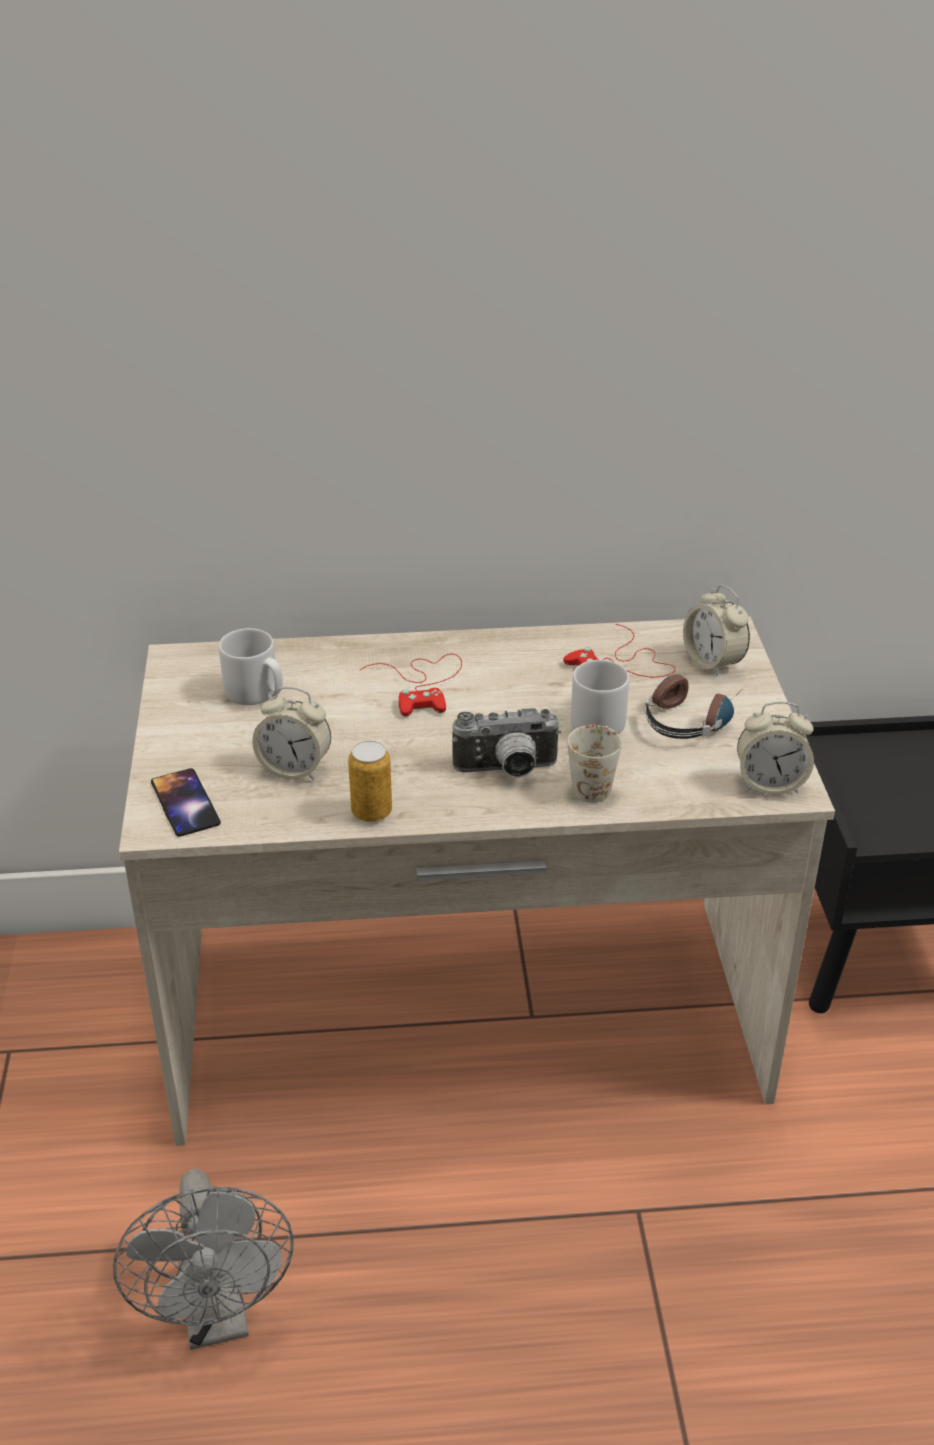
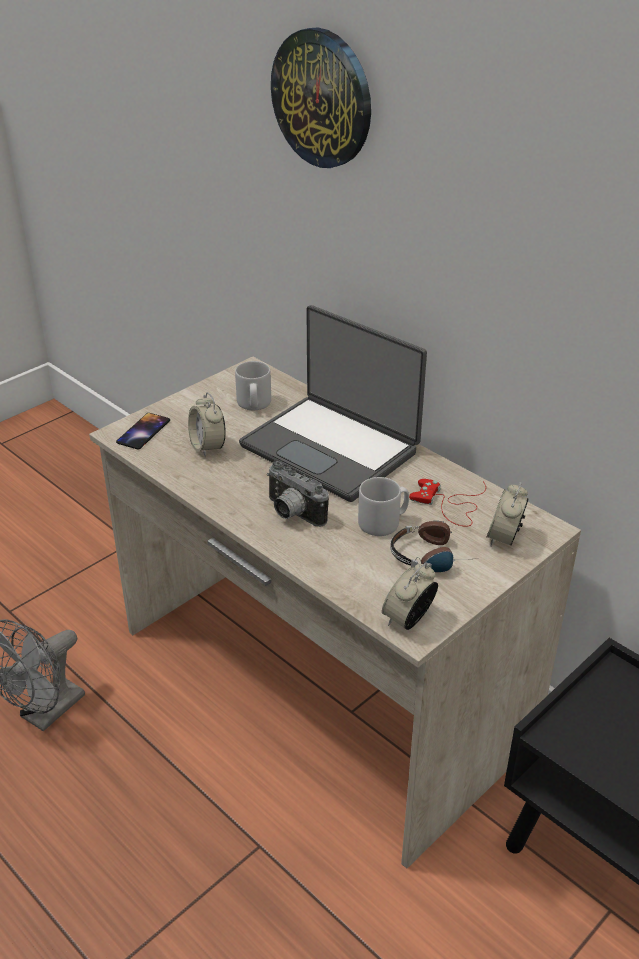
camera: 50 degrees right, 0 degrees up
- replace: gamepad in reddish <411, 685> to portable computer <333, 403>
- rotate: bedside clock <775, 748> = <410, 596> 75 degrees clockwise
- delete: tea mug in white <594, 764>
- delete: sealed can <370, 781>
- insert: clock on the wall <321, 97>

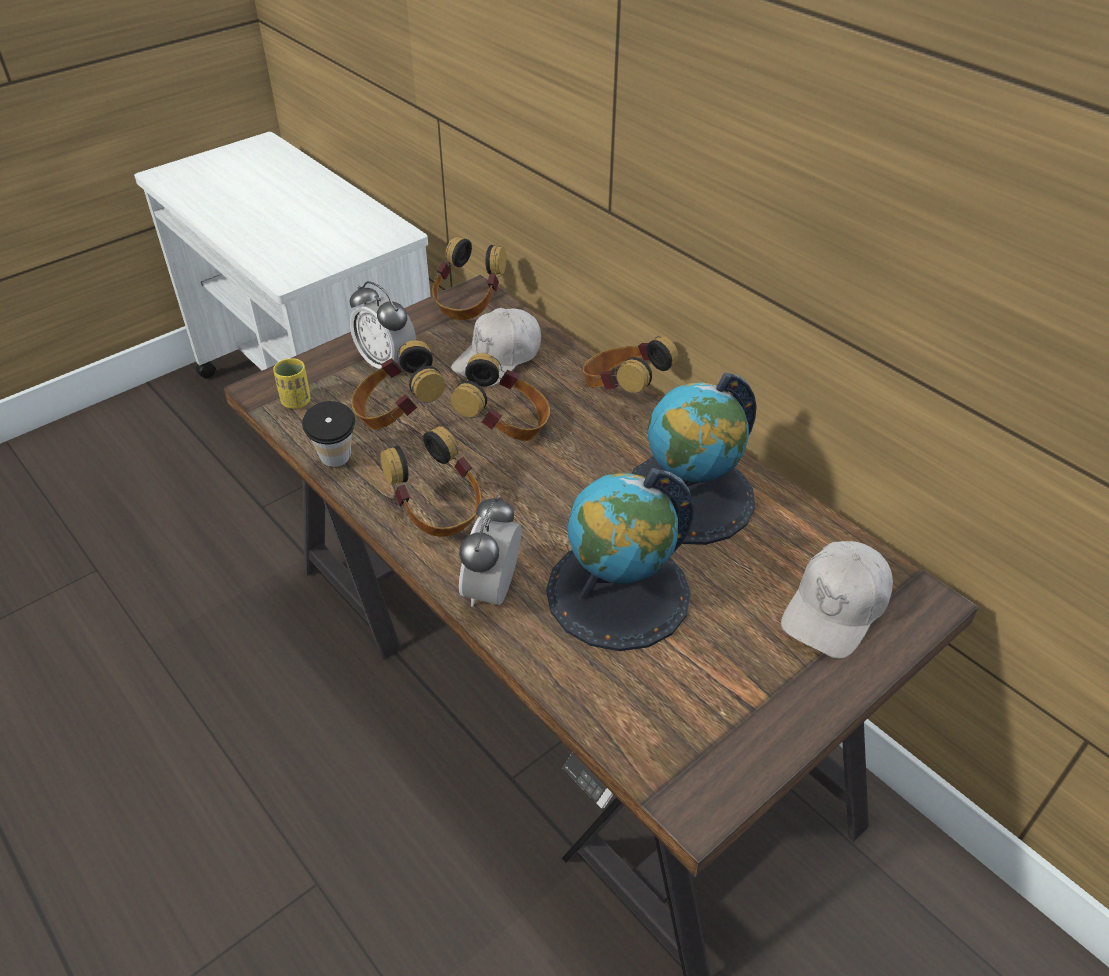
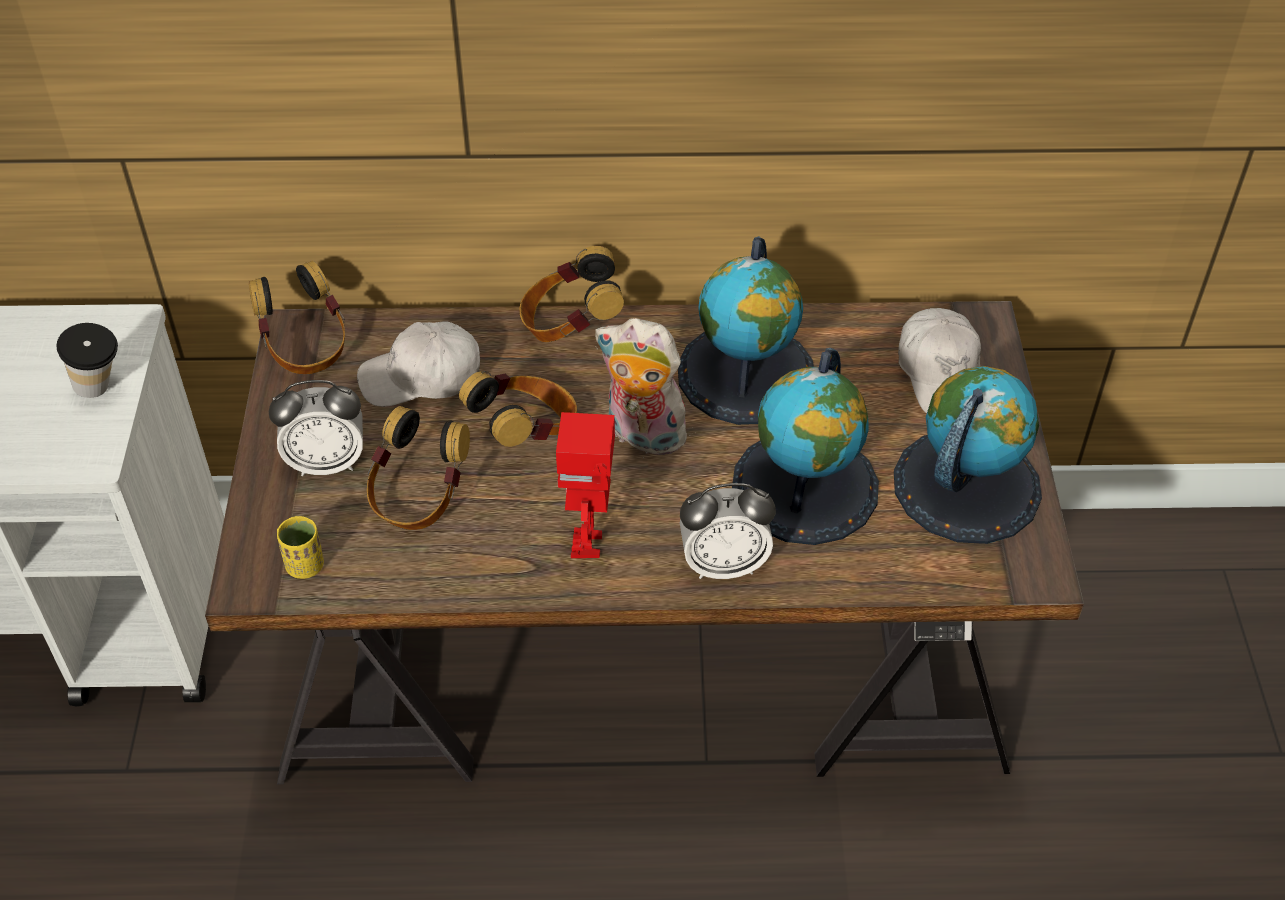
camera: 50 degrees left, 5 degrees up
- rotate: peaked cap in white <496, 347> = <418, 364> 90 degrees clockwise
- move: cup <328, 434> to <87, 360>
- replace: headphones <431, 481> to toy robot <585, 485>
- rotate: bedside clock <490, 551> = <728, 531> 60 degrees counterclockwise
- insert: cuddly toy <644, 386>
- insert: globe <968, 455>

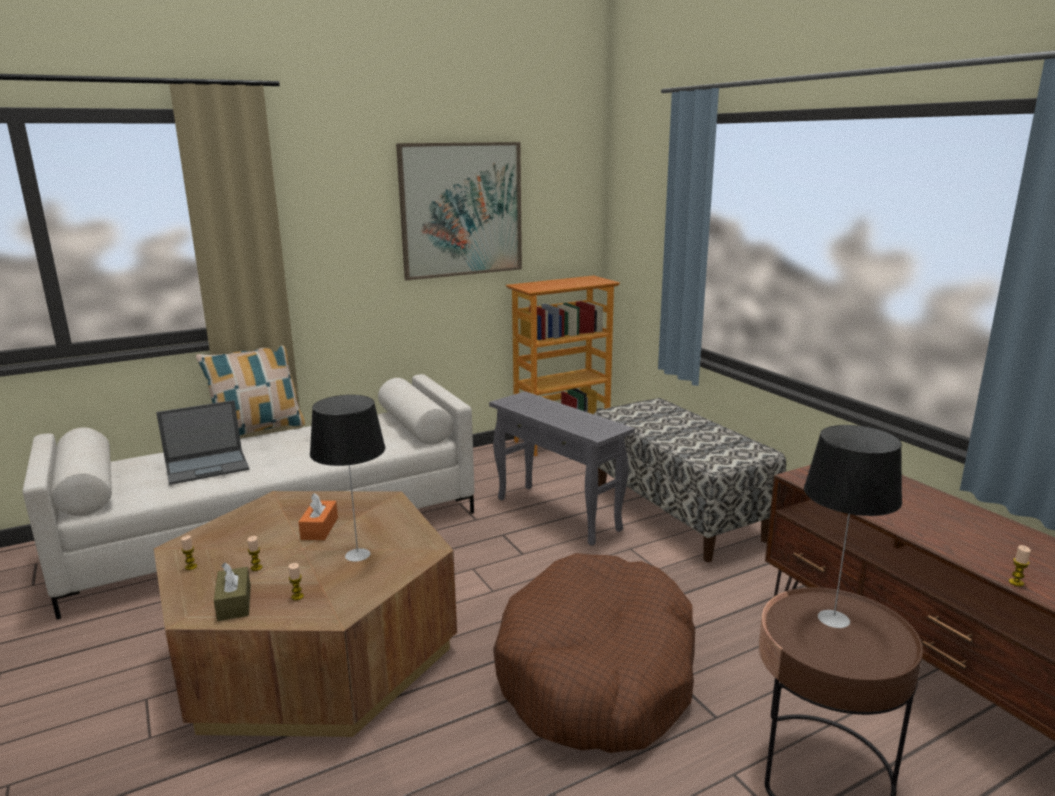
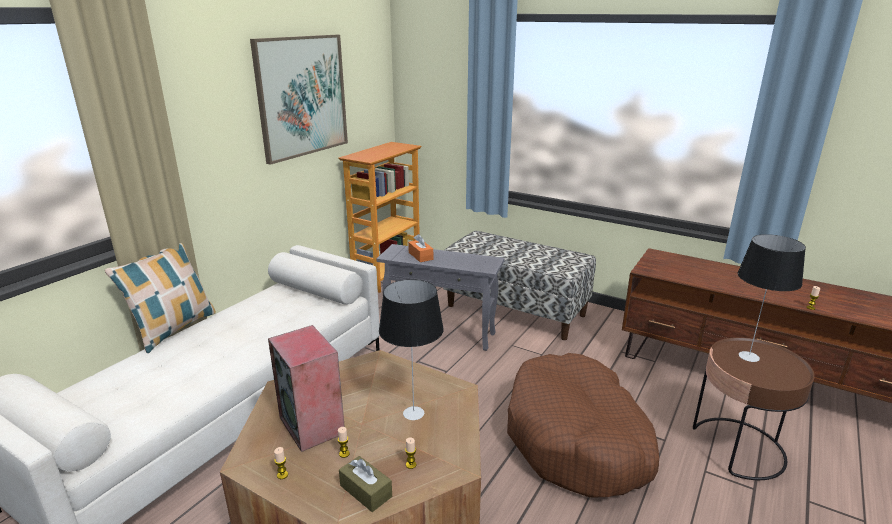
camera: 30 degrees left, 5 degrees up
- delete: portable computer <202, 442>
- move: tissue box in orange-coloured <318, 516> to <420, 248>
- insert: loudspeaker <306, 388>

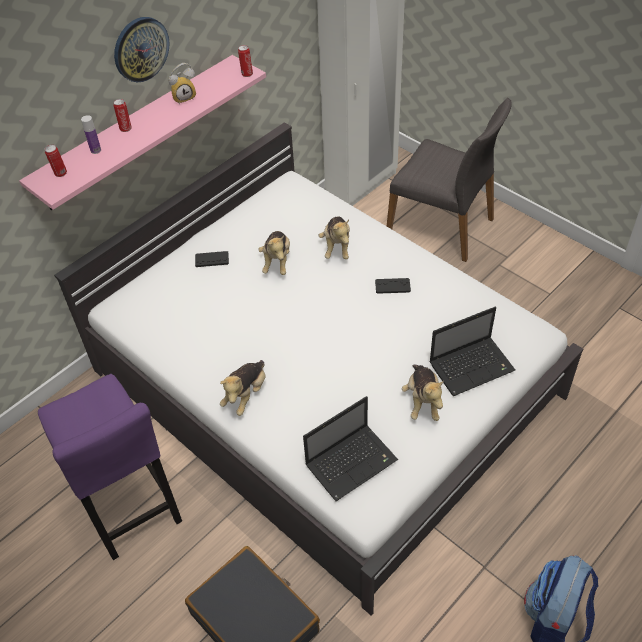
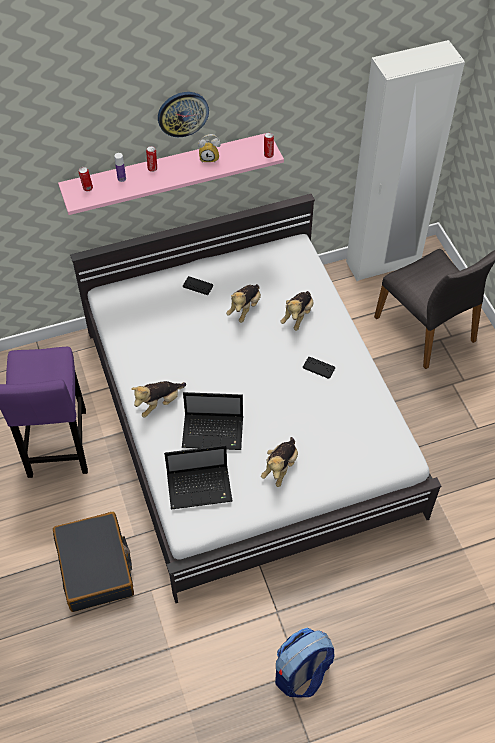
camera: 25 degrees right, 5 degrees up
- move: portable computer <472, 351> to <212, 421>

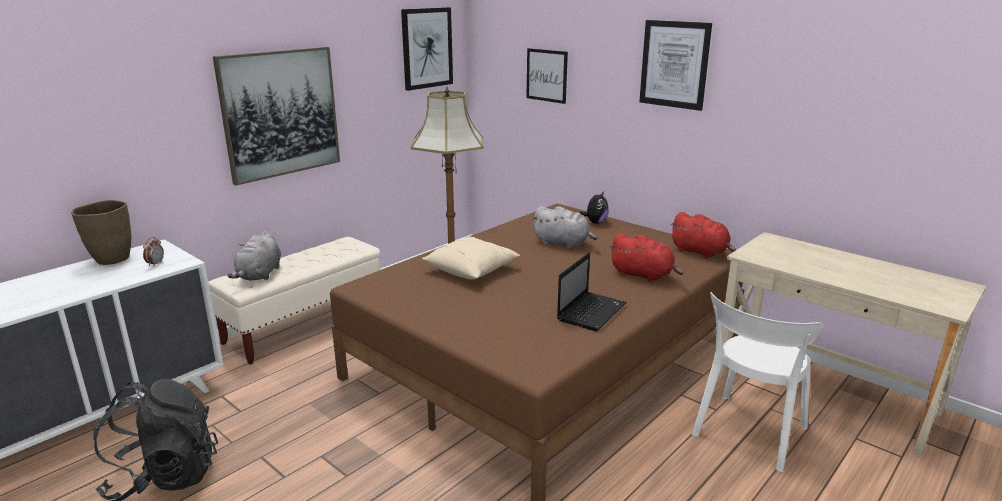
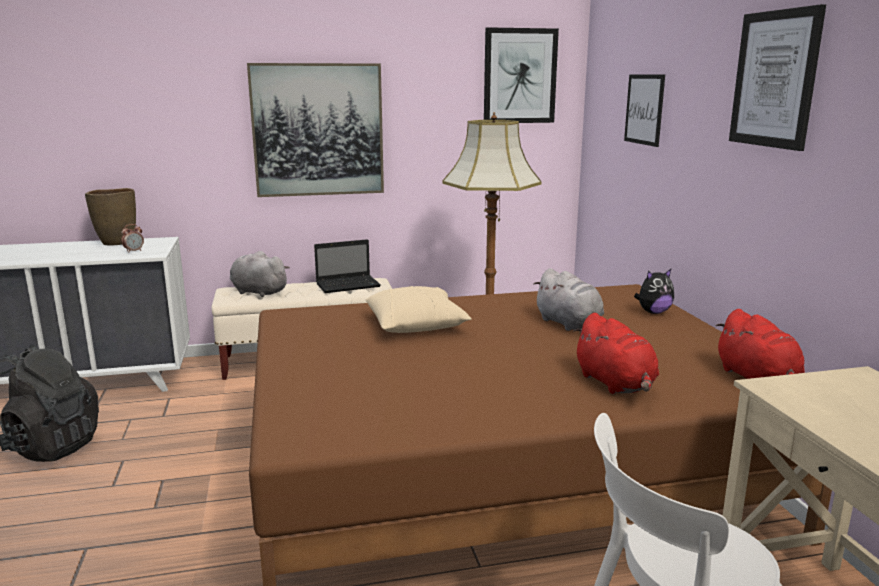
camera: 35 degrees right, 5 degrees down
- rotate: cuddly toy in greyish <254, 255> = <260, 274> 75 degrees clockwise
- move: portable computer <592, 292> to <347, 266>

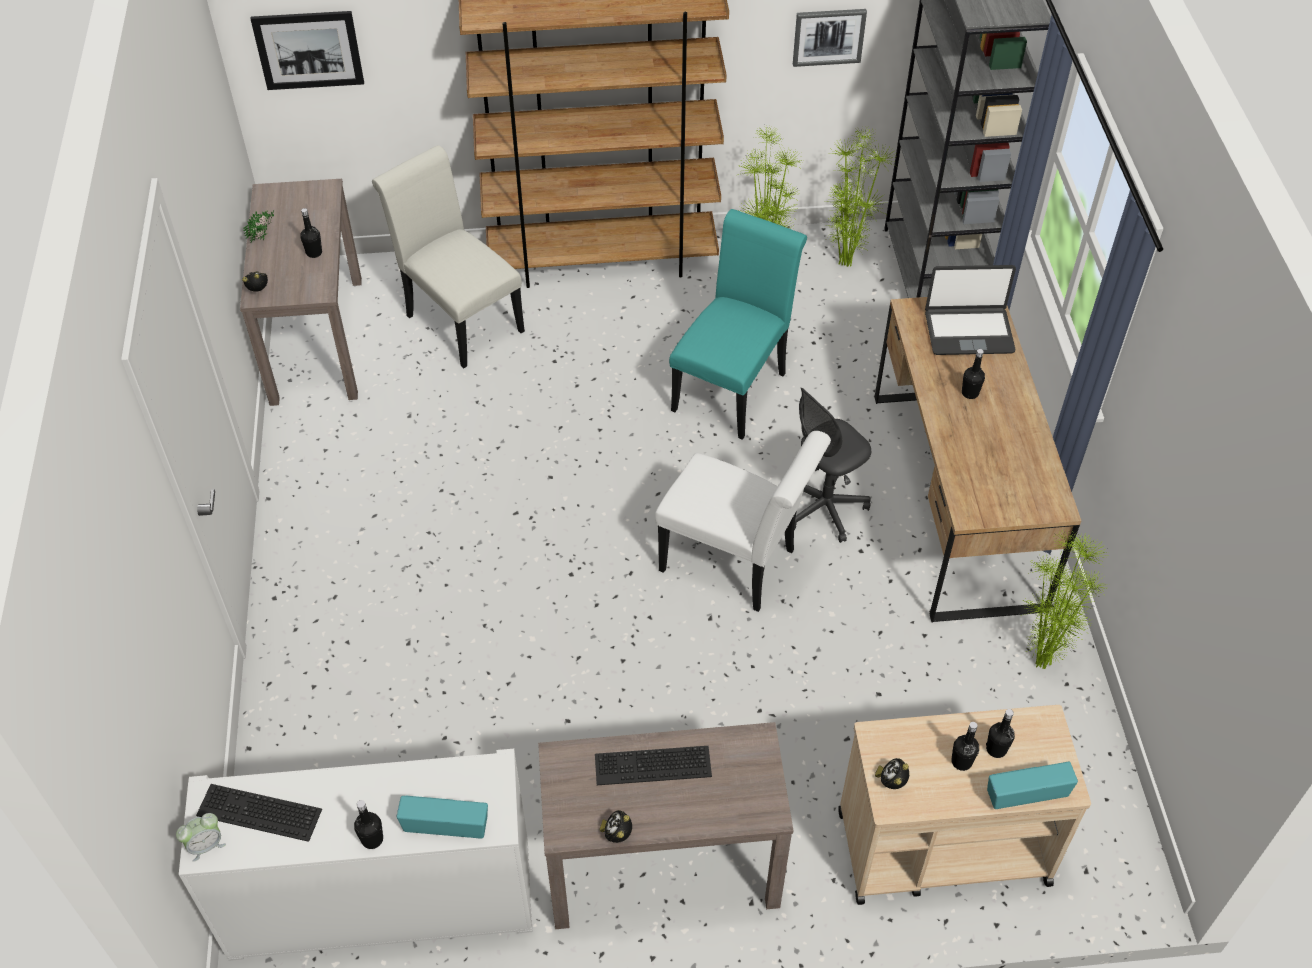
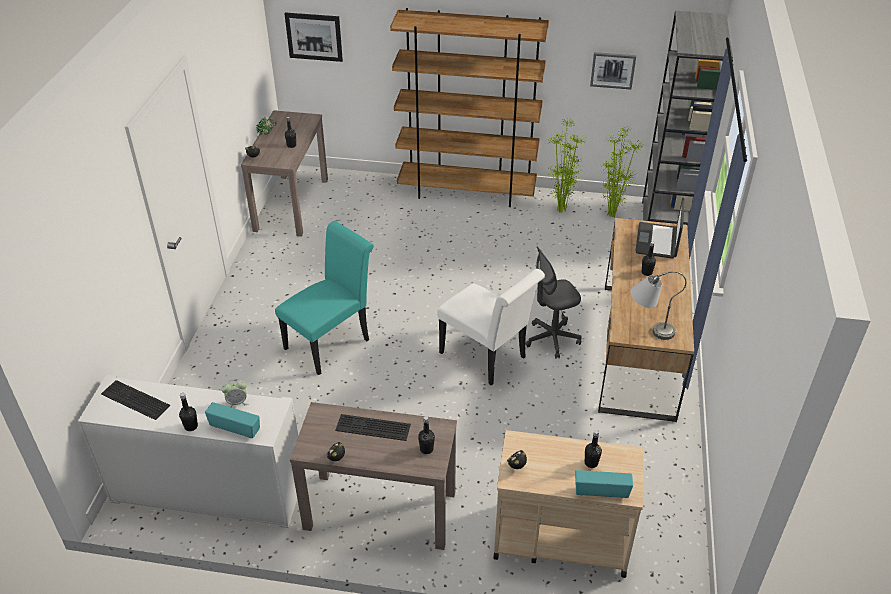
camera: 15 degrees right, 10 degrees down
- delete: upright chair in white <448, 256>
- move: upright chair in turquoise <738, 324> to <324, 298>
- rotate: portable computer <970, 310> = <660, 228> 90 degrees clockwise
- delete: potted plant <1065, 599>
- move: bottle in black-coloured <965, 746> to <426, 435>
- move: bedside clock <201, 837> to <234, 394>
- insert: lamp for a table in greyish <658, 305>

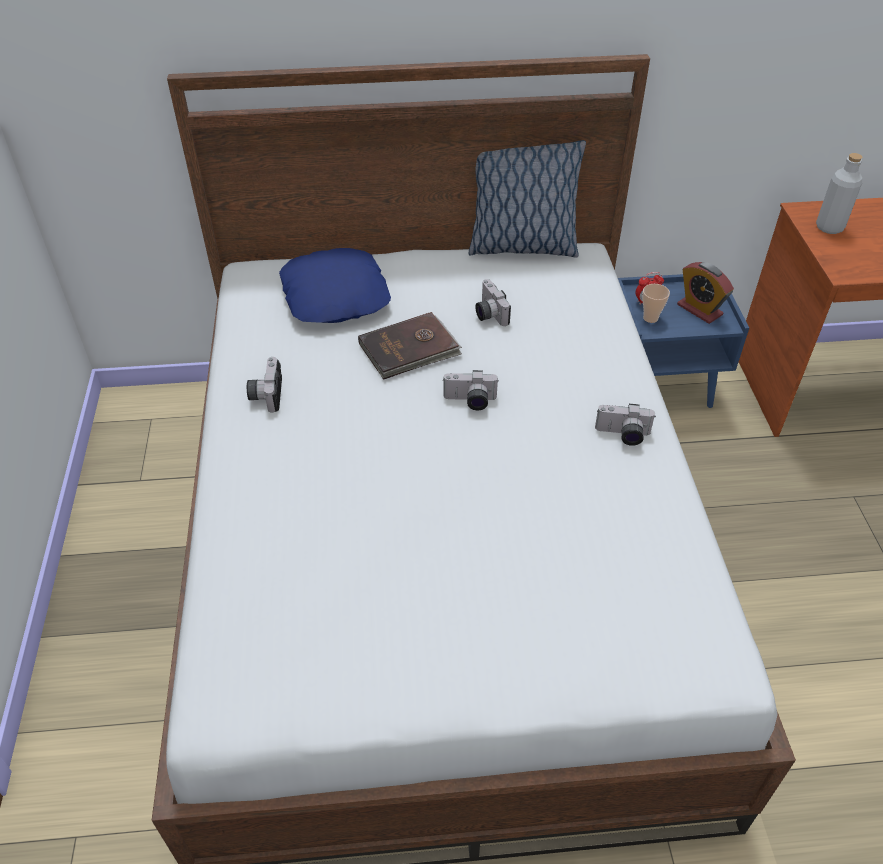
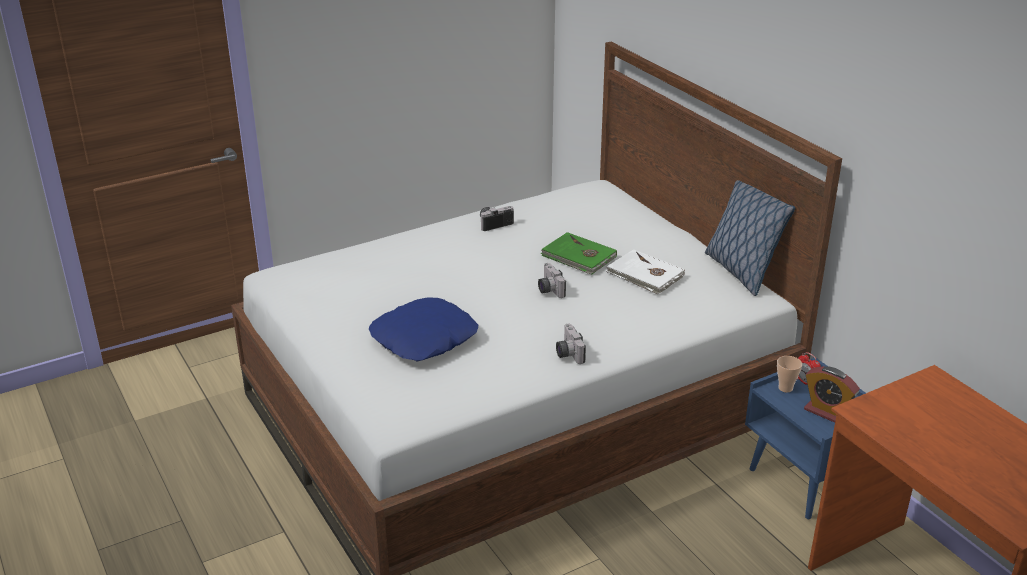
camera: 65 degrees right, 15 degrees down
- delete: bottle in greyish <839, 193>
- move: pillow in blue <335, 285> to <423, 330>
- rotate: bedside clock <705, 293> = <832, 394> 75 degrees counterclockwise
- replace: still camera <493, 302> to volume in white <645, 271>
- recolor: volume in brown <410, 345> to volume in greenish <578, 253>

